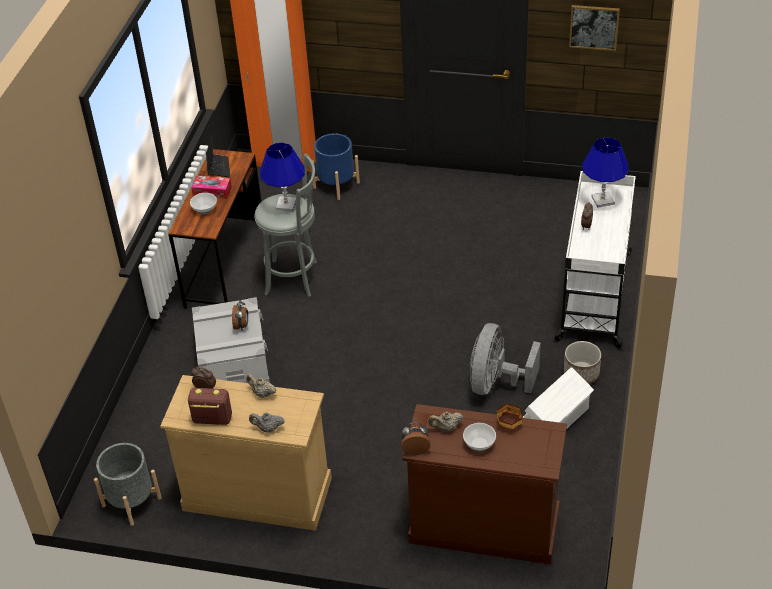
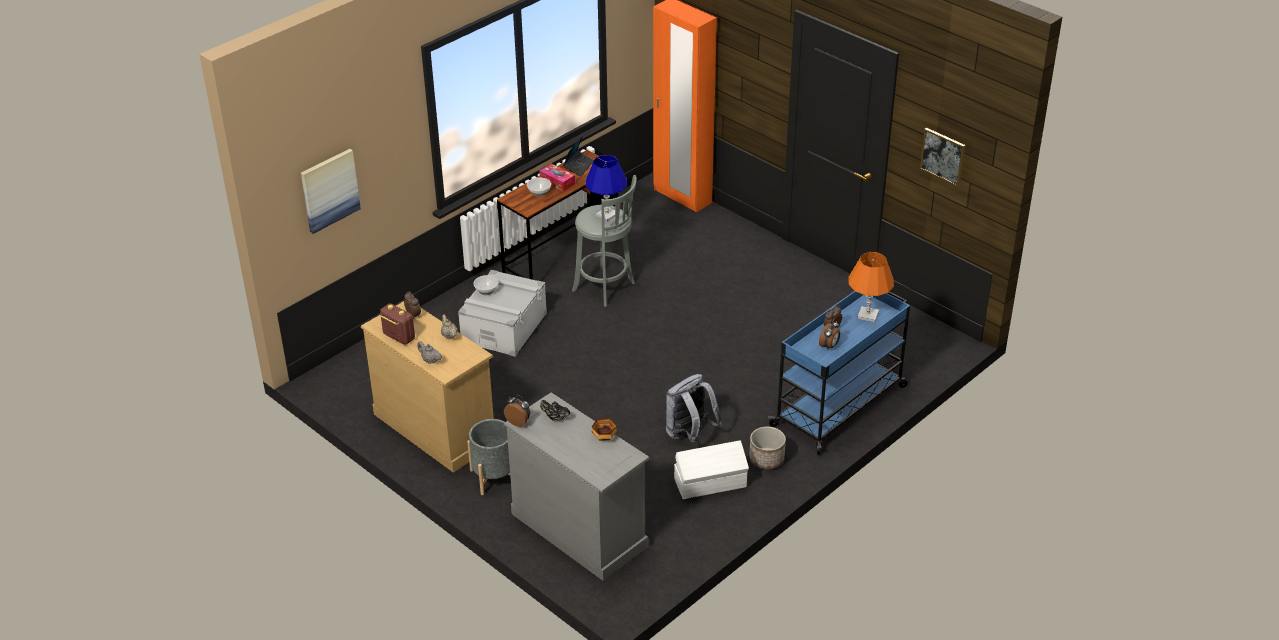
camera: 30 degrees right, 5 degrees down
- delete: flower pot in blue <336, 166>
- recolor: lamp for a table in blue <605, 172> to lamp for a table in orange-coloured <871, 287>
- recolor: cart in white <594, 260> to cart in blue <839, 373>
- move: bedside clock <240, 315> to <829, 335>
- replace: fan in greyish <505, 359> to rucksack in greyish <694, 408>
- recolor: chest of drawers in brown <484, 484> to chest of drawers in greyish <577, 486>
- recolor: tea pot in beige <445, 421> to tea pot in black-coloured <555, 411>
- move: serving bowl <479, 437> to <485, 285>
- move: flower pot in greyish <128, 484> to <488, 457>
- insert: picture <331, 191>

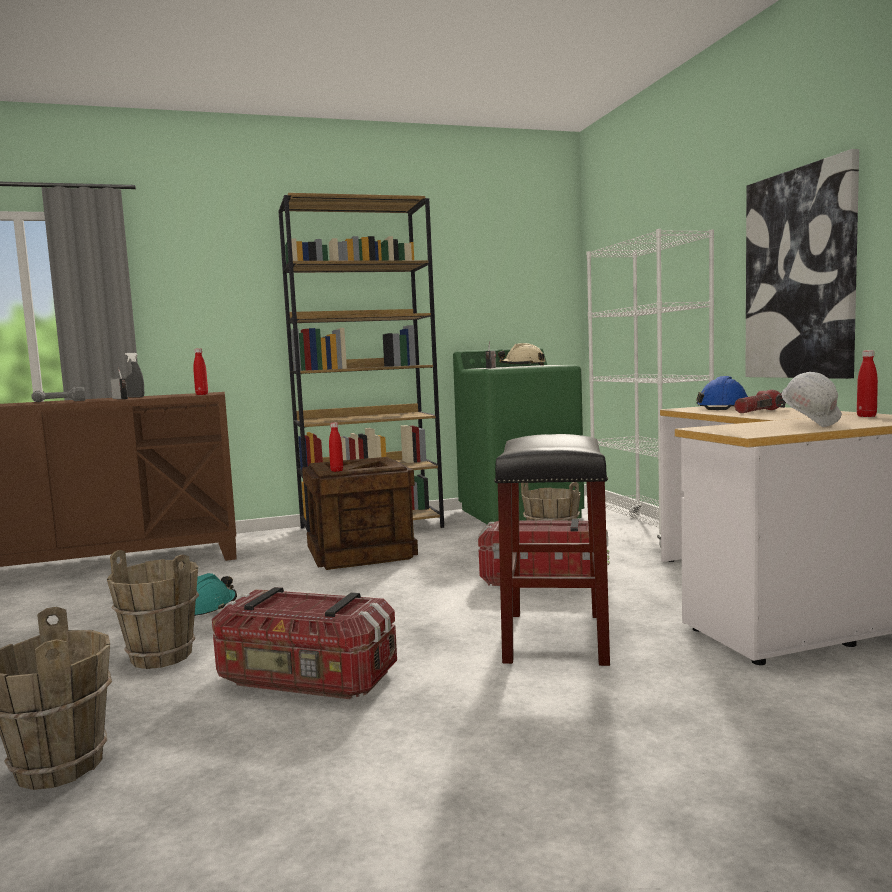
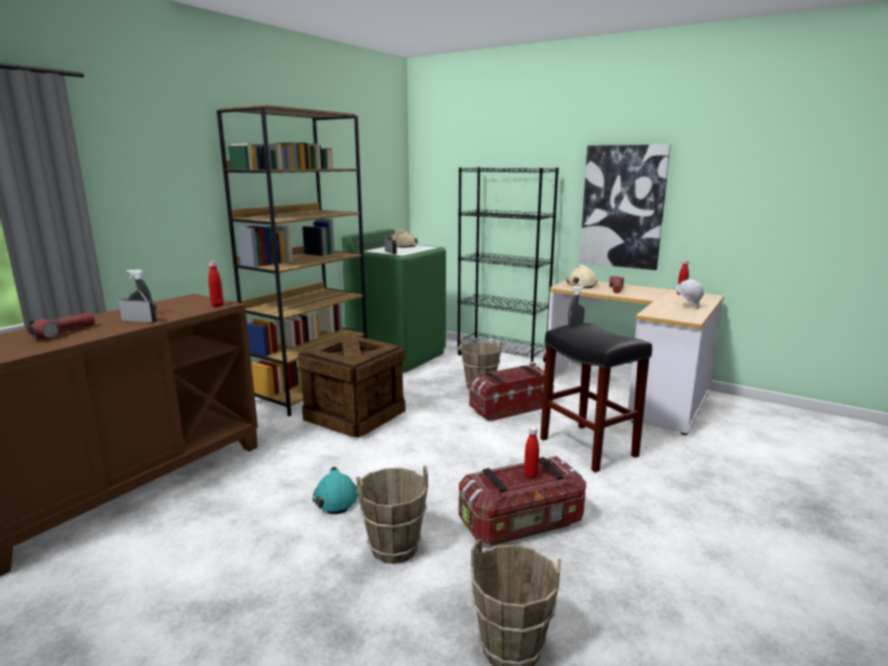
camera: 40 degrees left, 10 degrees up
- recolor: bookcase in white <650, 388> to bookcase in black-coloured <508, 266>
- recolor: safety helmet in blue <722, 393> to safety helmet in beige <582, 276>
- replace: electric drill <58, 394> to flashlight <61, 325>
- move: bottle in reddish <336, 447> to <531, 452>
- insert: hand sprayer in greyish <576, 306>

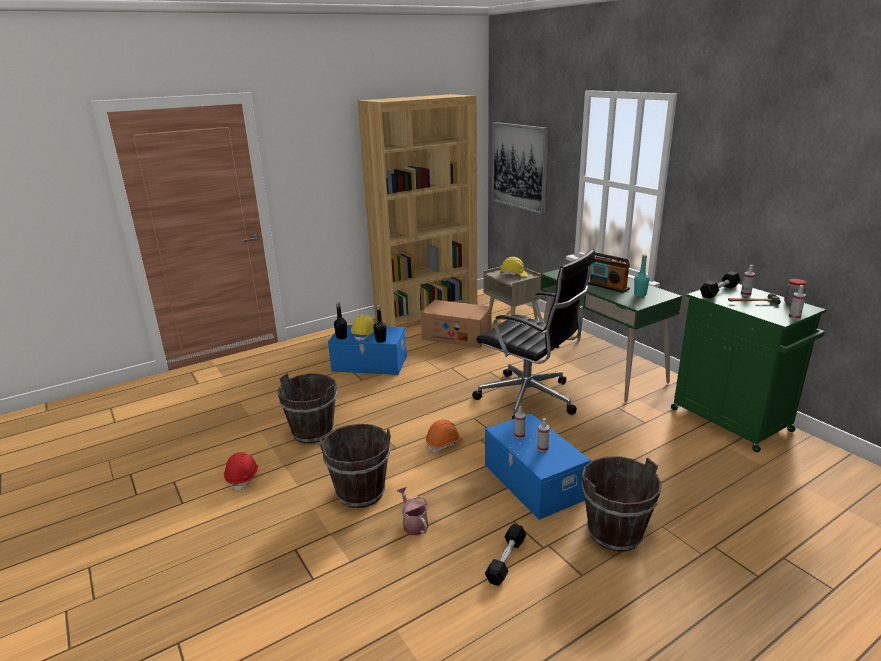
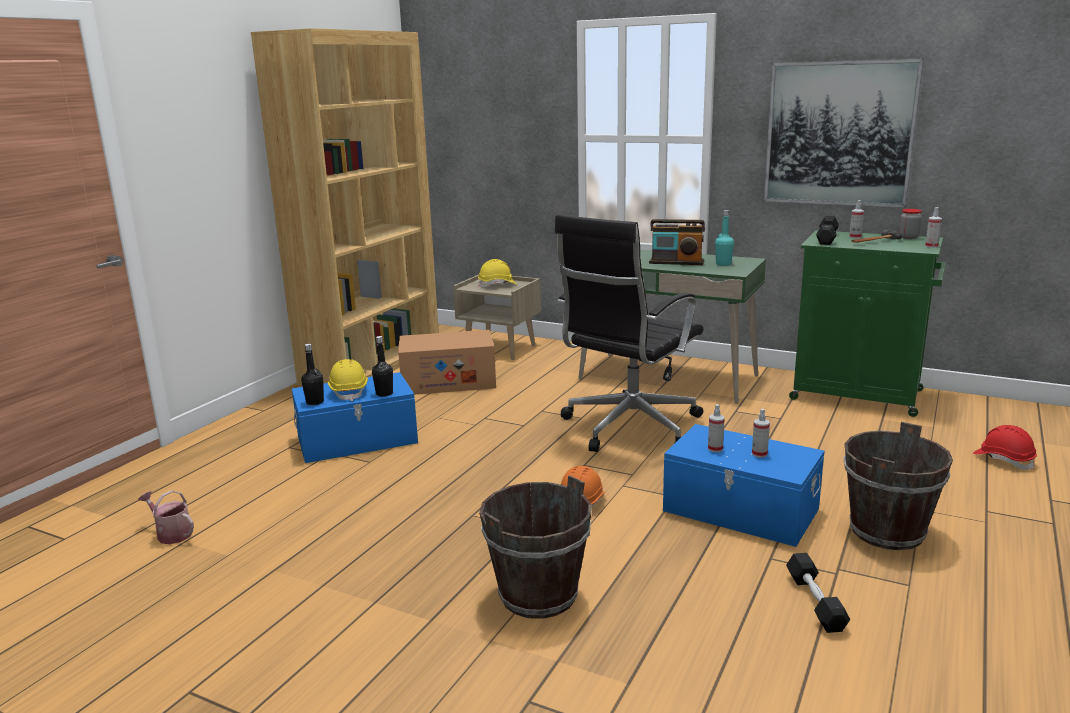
camera: 30 degrees left, 5 degrees down
- move: picture <520, 168> to <844, 133>
- rotate: desk chair in black-coloured <533, 334> = <629, 333> 120 degrees clockwise
- delete: water bucket in brown <307, 408>
- move: safety helmet in reddish <241, 471> to <1005, 447>
- move: watering pot <412, 511> to <166, 517>

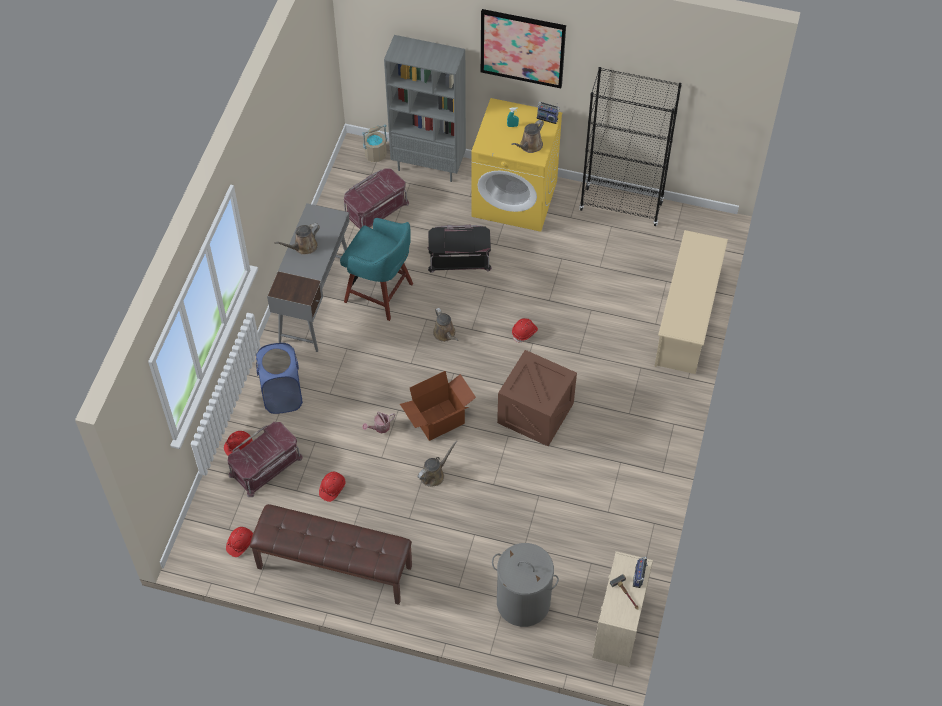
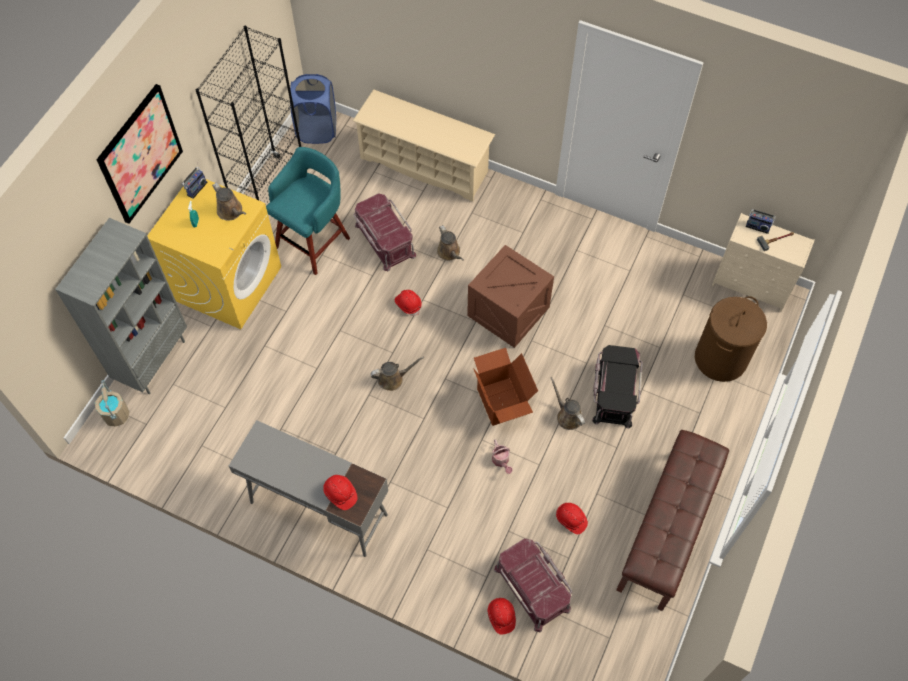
camera: 80 degrees left, 5 degrees up
- move: storage bin in reddish <376, 198> to <384, 232>
- move: stool seat in turquoise <376, 269> to <308, 211>
- move: watering pot in brown <297, 239> to <450, 243>
- move: storage bin in black-coloured <460, 249> to <617, 387>
- move: laundry basket in blue <279, 378> to <313, 109>
- move: safety helmet in reddish <239, 542> to <340, 492>
- recolor: laundry basket in greyish <525, 585> to laundry basket in brown <731, 339>

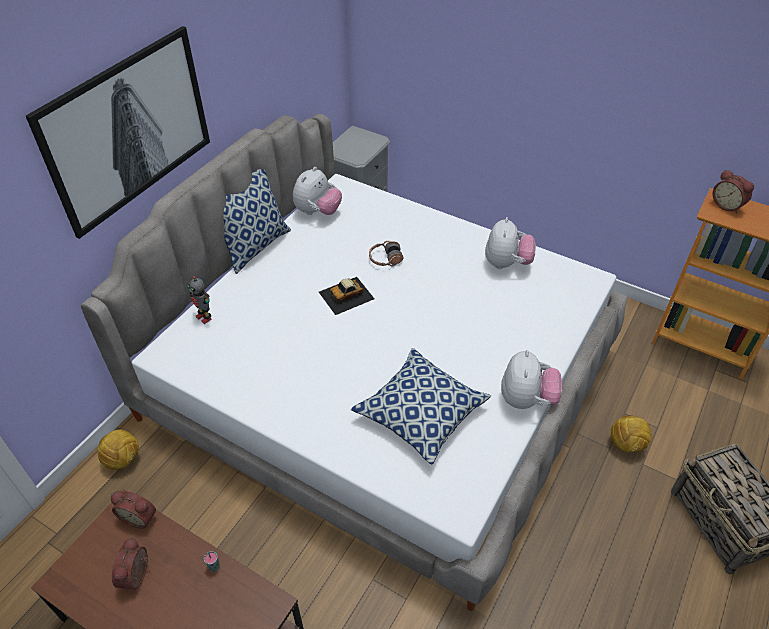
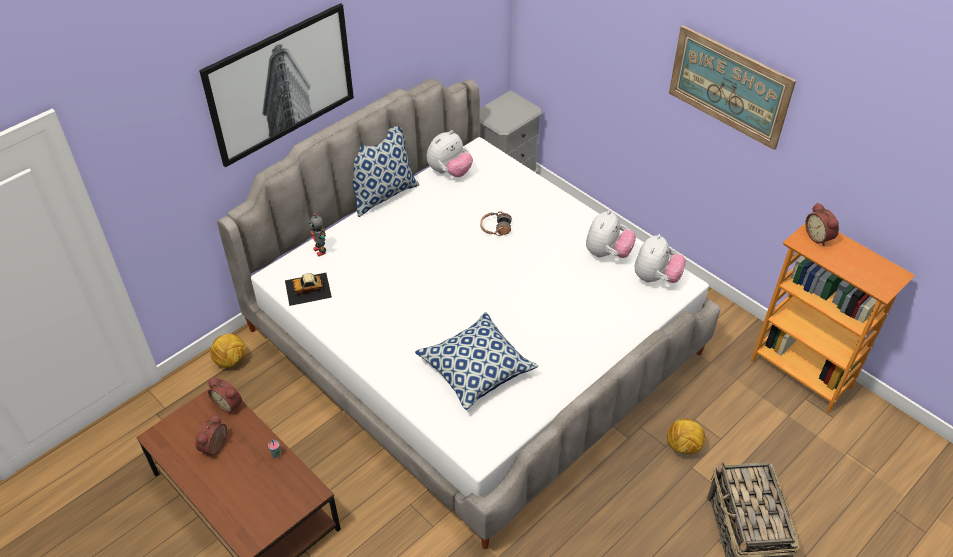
camera: 15 degrees right, 0 degrees up
- move: toy car <346, 296> to <308, 289>
- move: cuddly toy <531, 379> to <660, 258>
- insert: picture <732, 87>

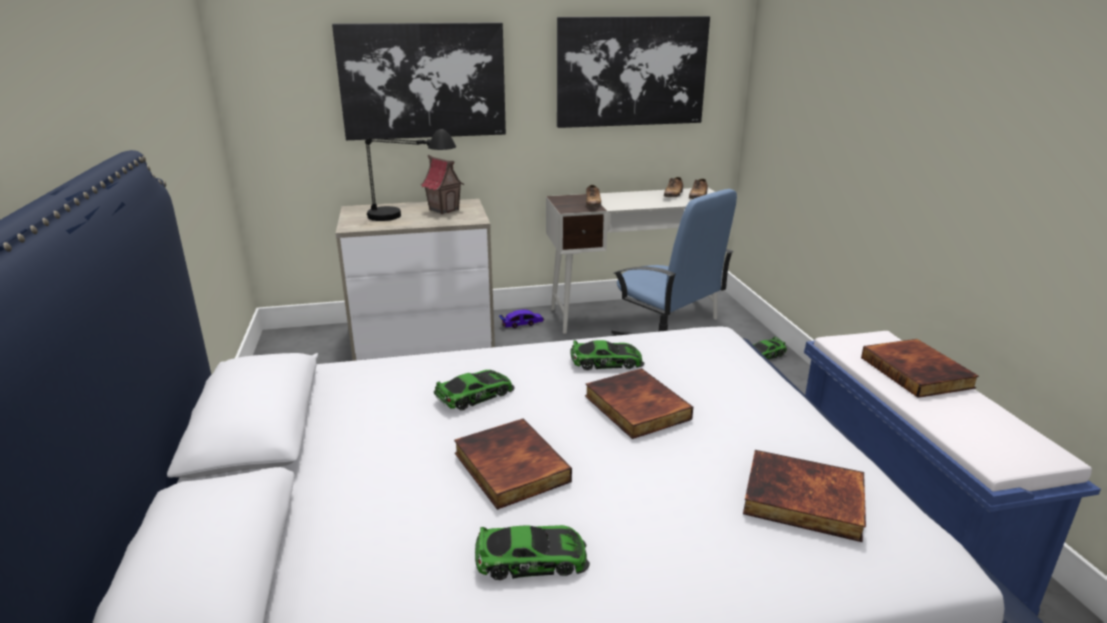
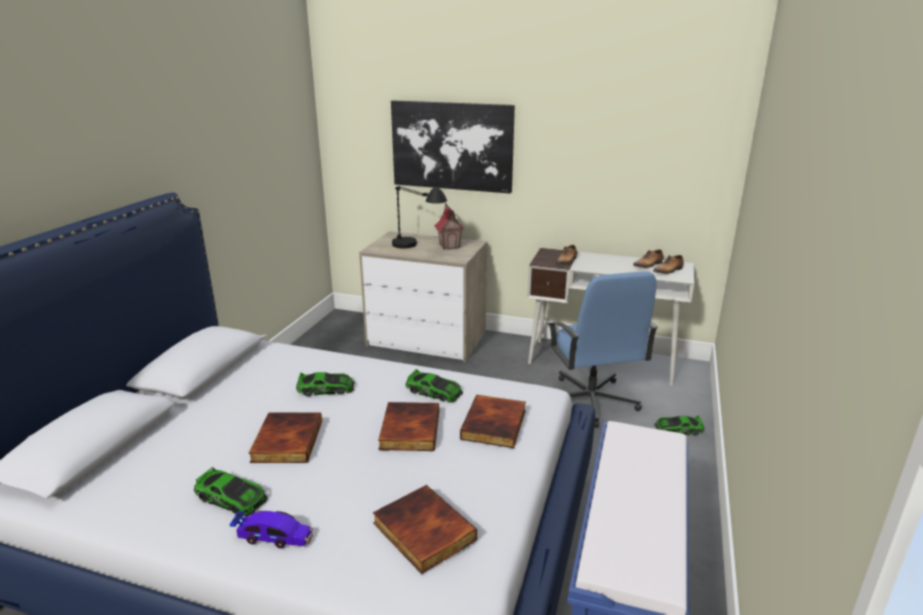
camera: 30 degrees right, 0 degrees up
- delete: picture <633, 72>
- move: toy car <521, 318> to <271, 529>
- move: volume <920, 368> to <493, 421>

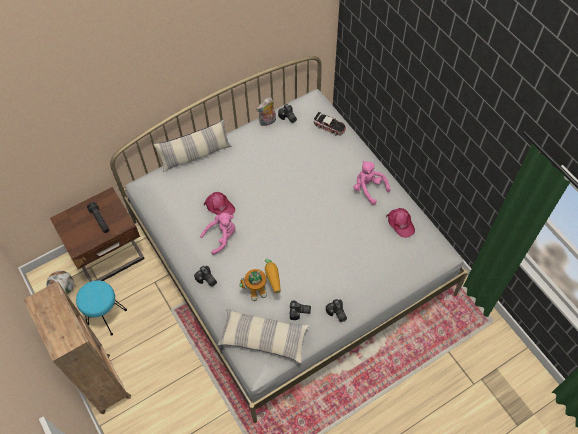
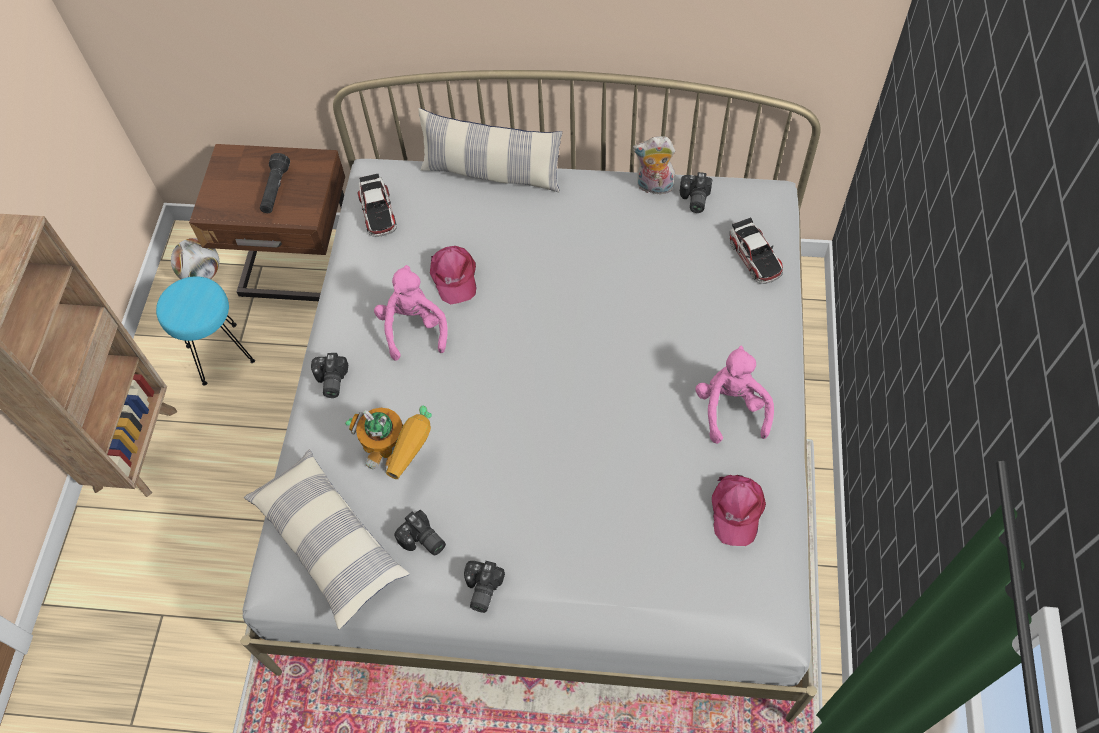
camera: 40 degrees right, 0 degrees up
- rotate: cuddly toy in pink <217, 234> = <411, 313> 105 degrees counterclockwise
- insert: toy car <377, 205>

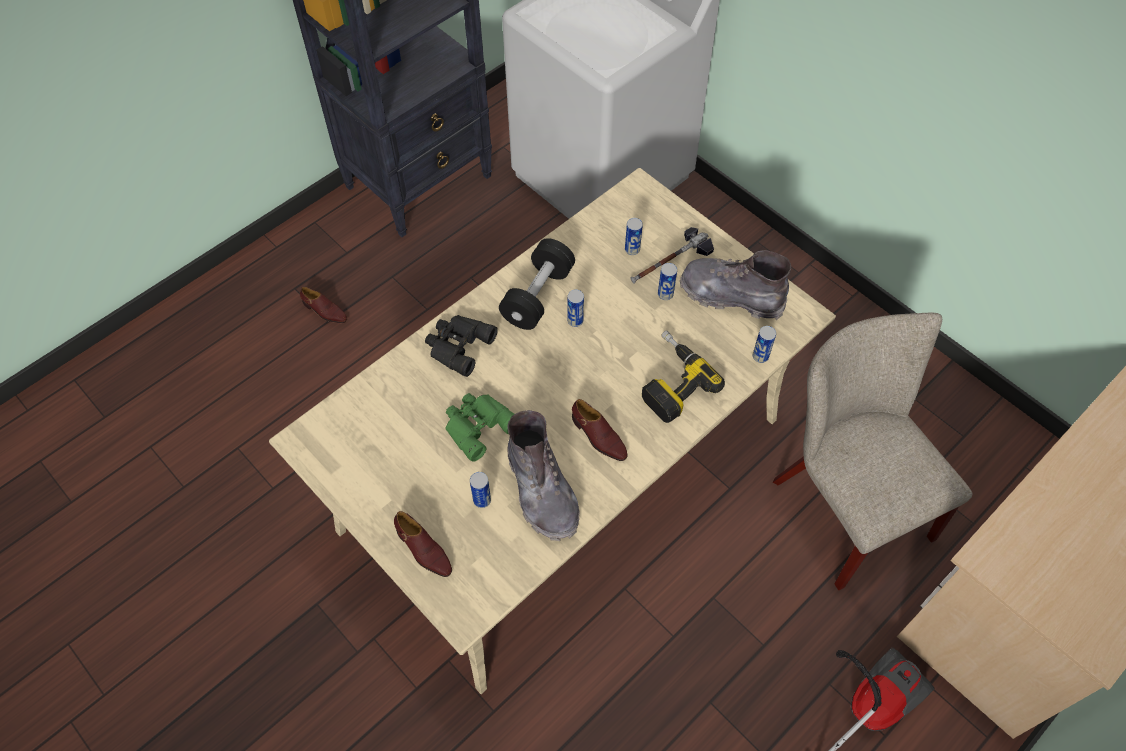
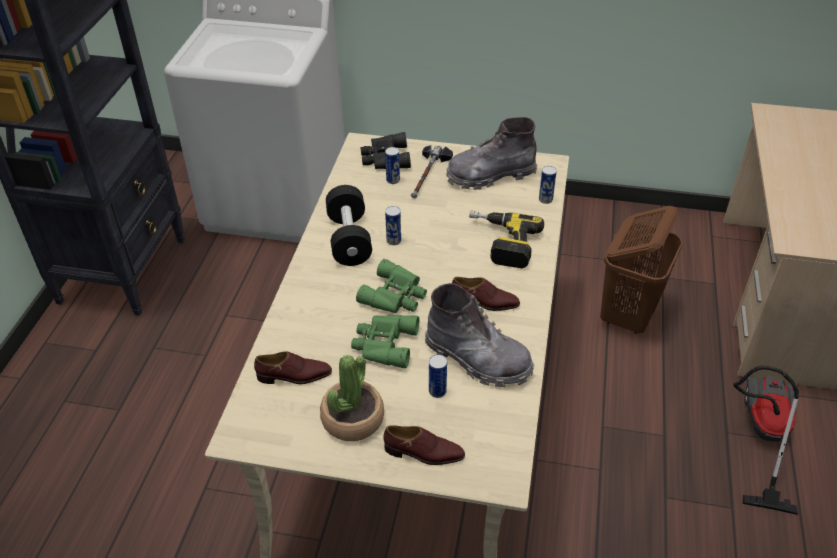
camera: 35 degrees left, 15 degrees down
- delete: sealed can <667, 281>
- move: item of footwear in brown <323, 305> to <293, 367>
- replace: upright chair in beige <872, 451> to laundry basket in brown <641, 270>
- move: binoculars in black-coloured <461, 346> to <386, 150>
- insert: binoculars in greenish <391, 286>
- insert: potted plant <352, 398>

